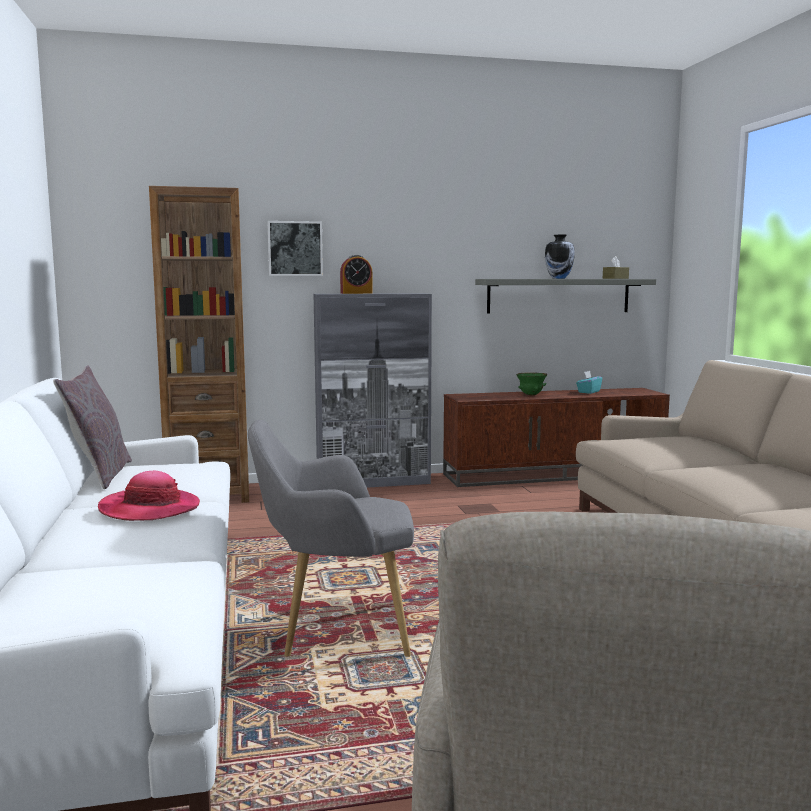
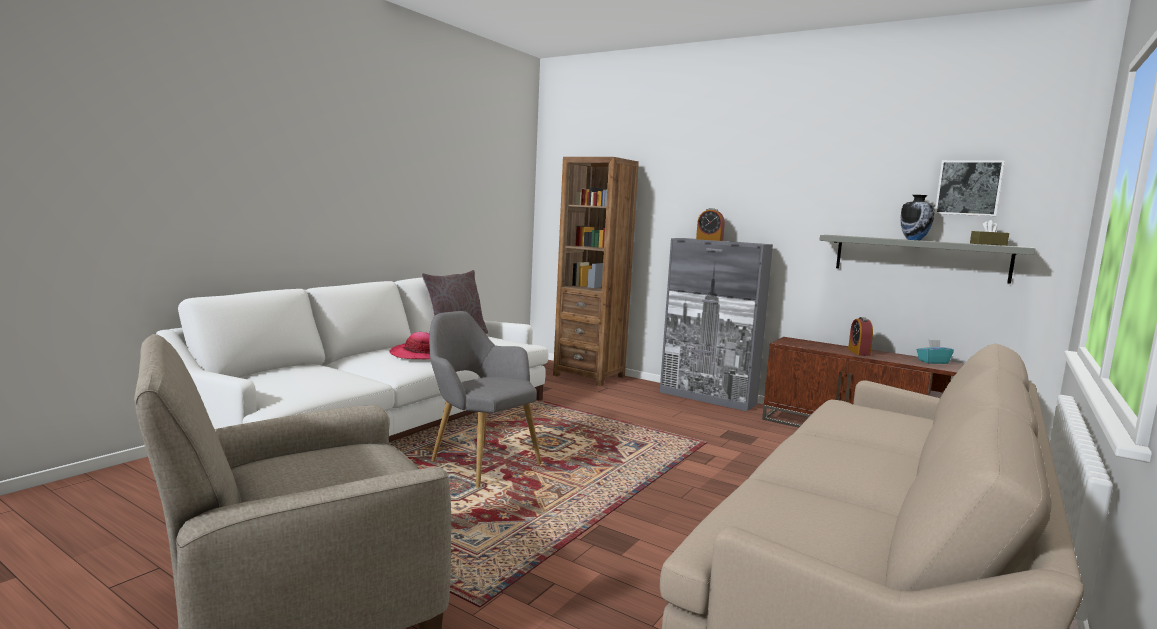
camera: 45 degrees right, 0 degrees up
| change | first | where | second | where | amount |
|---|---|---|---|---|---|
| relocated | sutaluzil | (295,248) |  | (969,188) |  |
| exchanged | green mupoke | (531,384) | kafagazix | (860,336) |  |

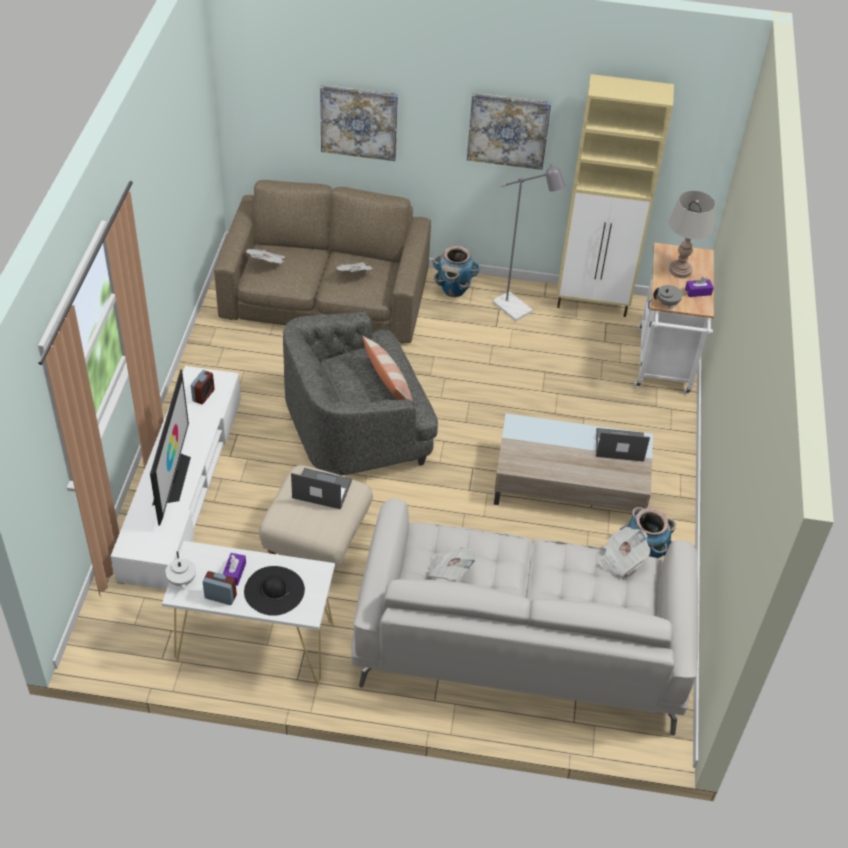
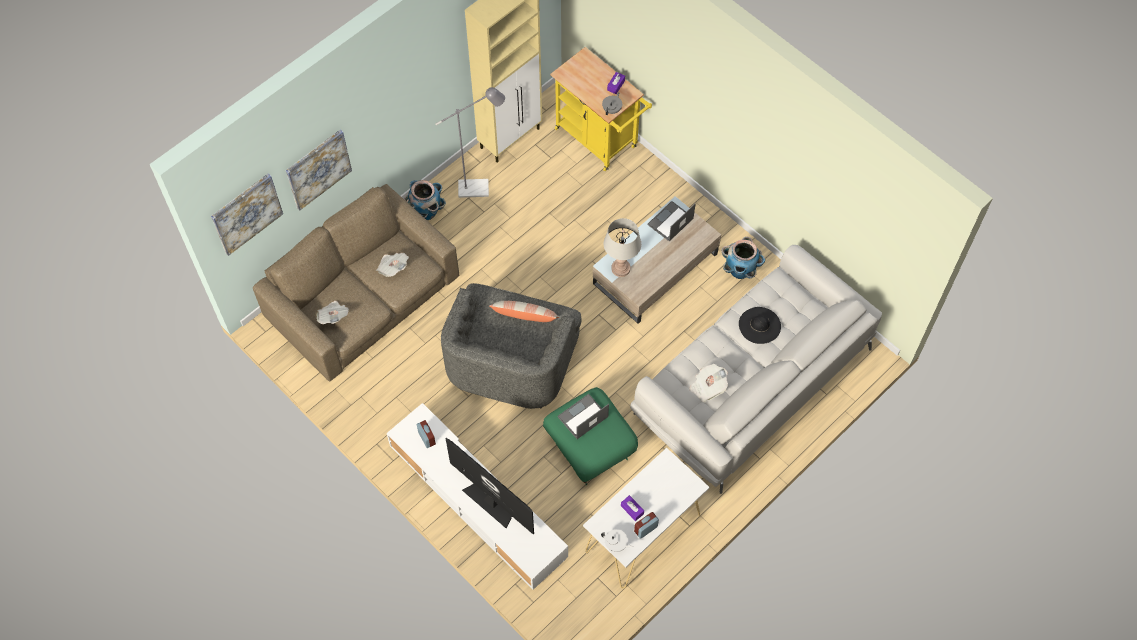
camera: 50 degrees left, 15 degrees up
| change | first | where | second | where | amount |
|---|---|---|---|---|---|
| missing | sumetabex | (624,552) |  |  |  |
| relocated | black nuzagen | (274,591) |  | (760,325) |  |
| relocated | sutaluzil | (509,131) |  | (247,214) |  |
| relocated | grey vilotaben | (692,234) |  | (622,247) |  |
| colour | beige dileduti | (316,518) | green dileduti | (590,436) |  |
| colour | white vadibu | (674,318) | yellow vadibu | (601,109) |  |

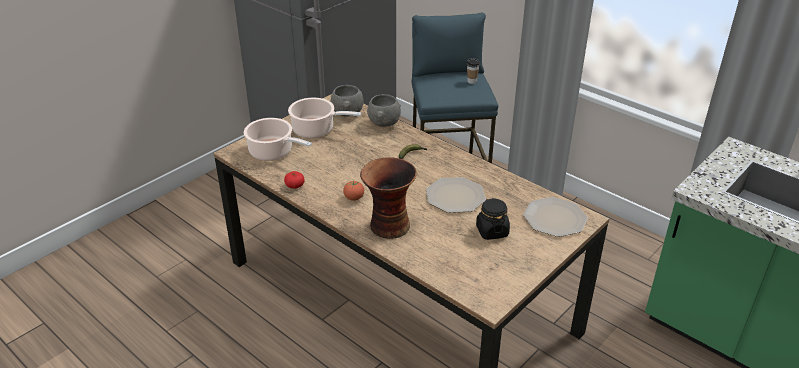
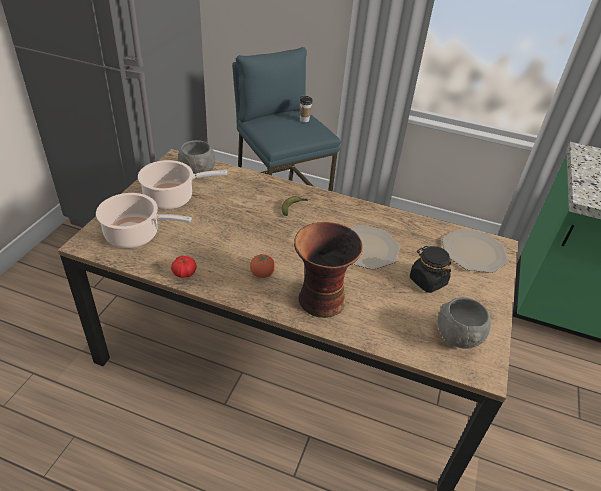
camera: 25 degrees left, 5 degrees up
| change | first | where | second | where | amount |
|---|---|---|---|---|---|
| relocated | grey mupoke | (384,110) |  | (464,323) |  |

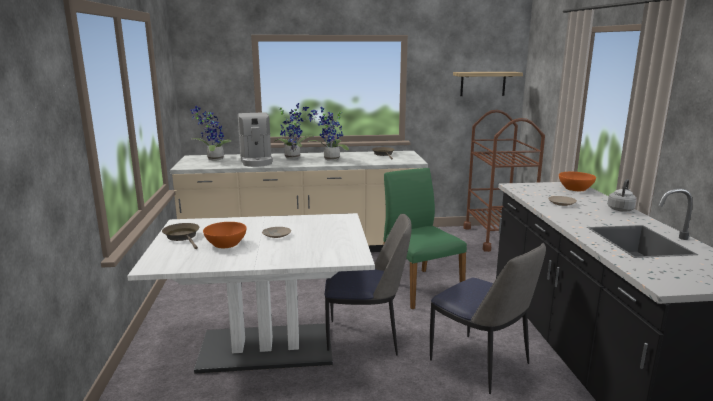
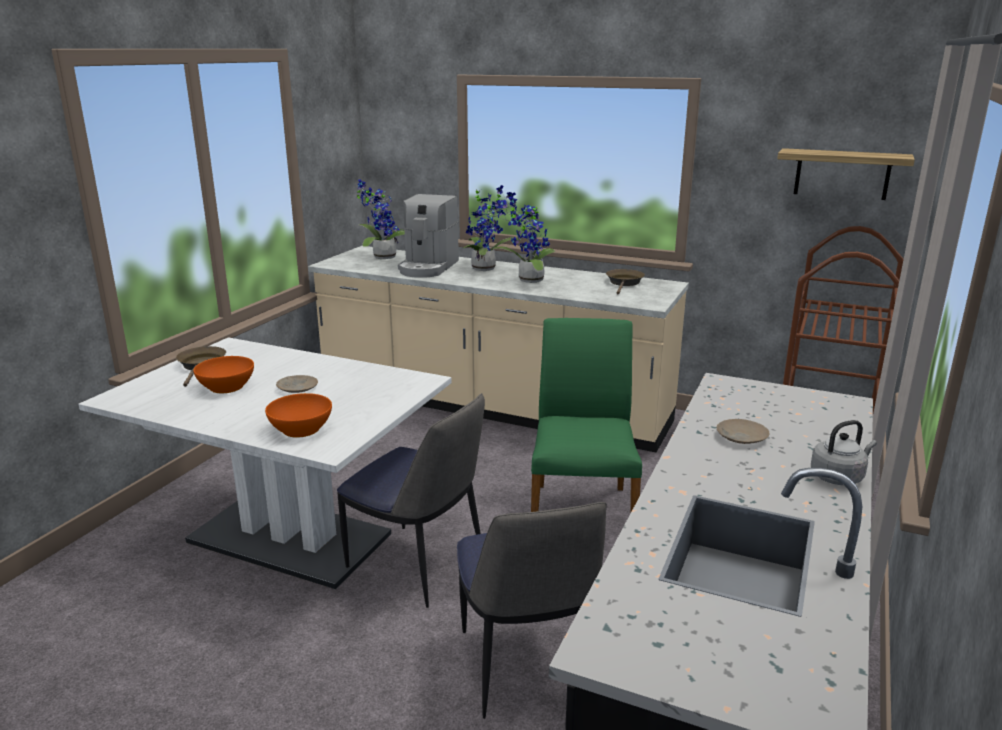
camera: 30 degrees right, 5 degrees up
| change | first | where | second | where | amount |
|---|---|---|---|---|---|
| relocated | orange mupoke | (577,181) |  | (298,415) |  |

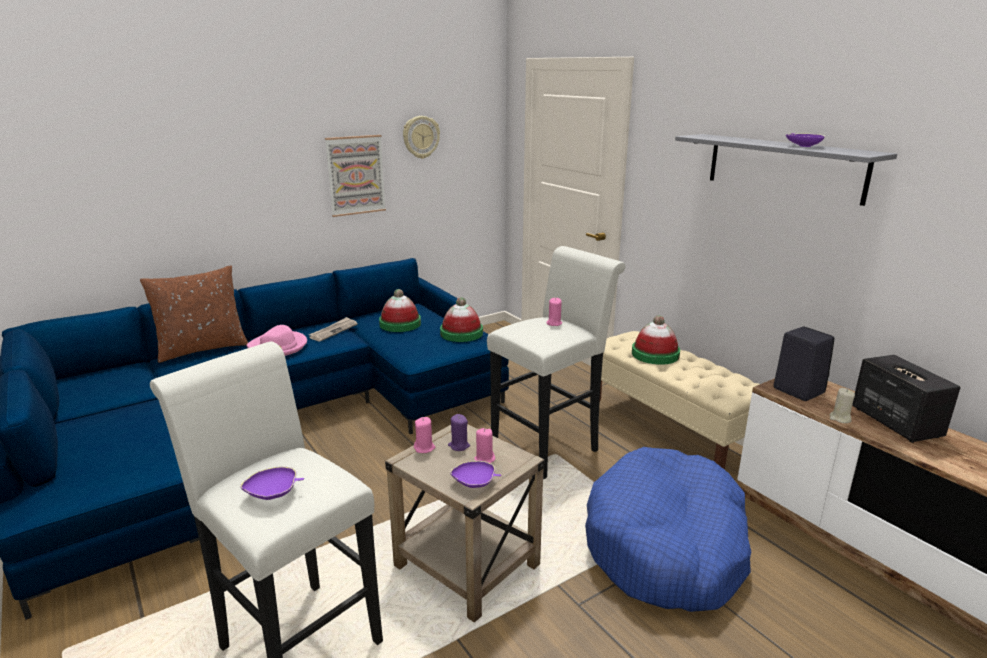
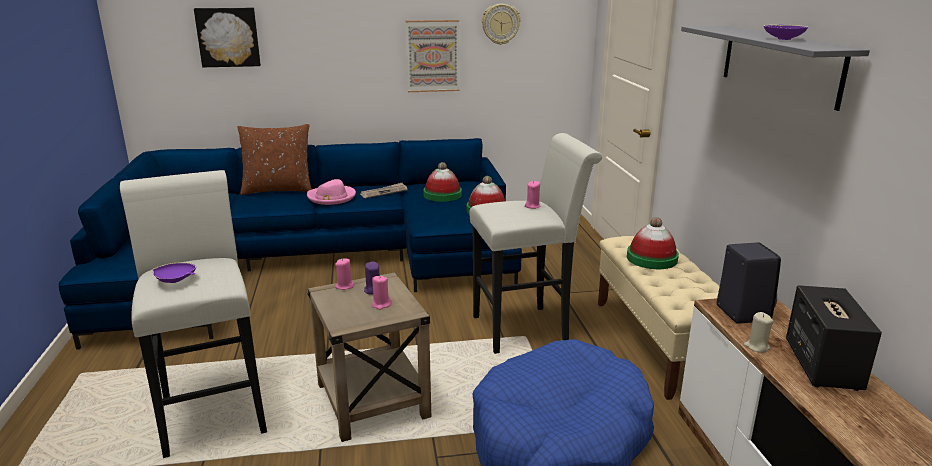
camera: 25 degrees right, 0 degrees up
| change | first | where | second | where | amount |
|---|---|---|---|---|---|
| missing | purple mupoke | (475,474) |  |  |  |
| appeared |  |  | sutaluzil | (227,37) |  |

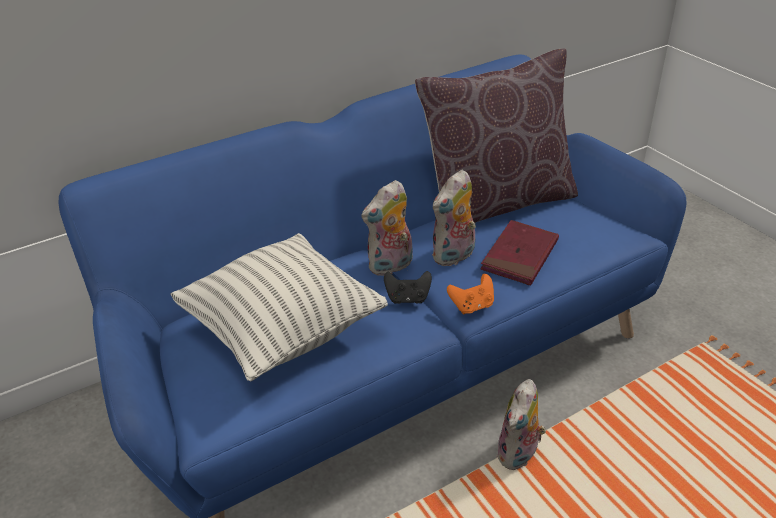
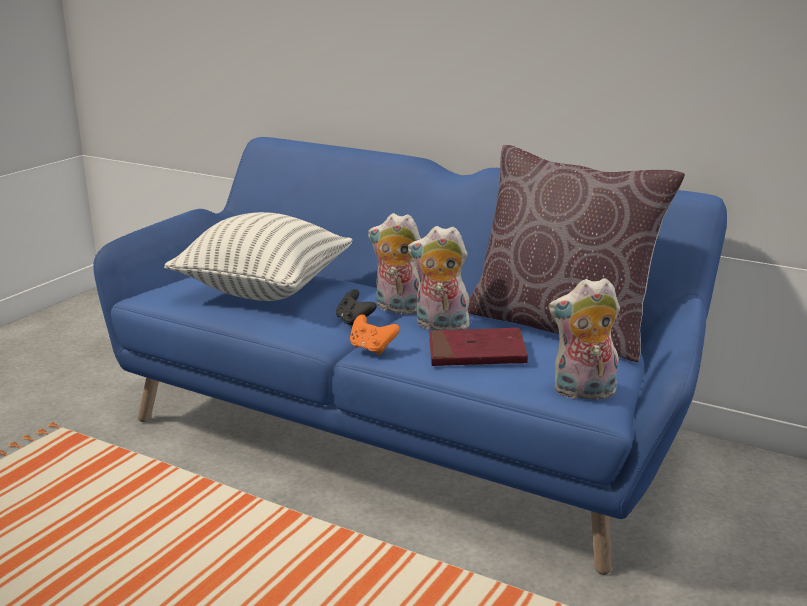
camera: 60 degrees right, 15 degrees down
| change | first | where | second | where | amount |
|---|---|---|---|---|---|
| relocated | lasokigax | (521,424) |  | (584,339) |  |

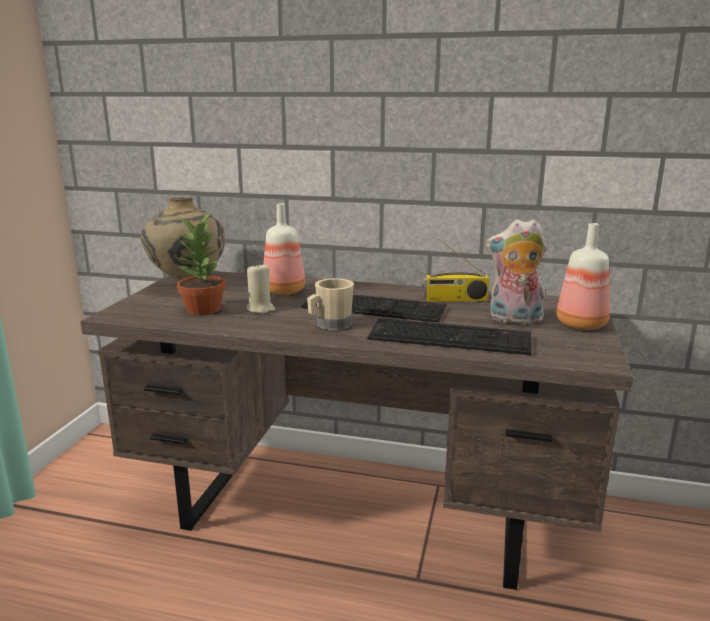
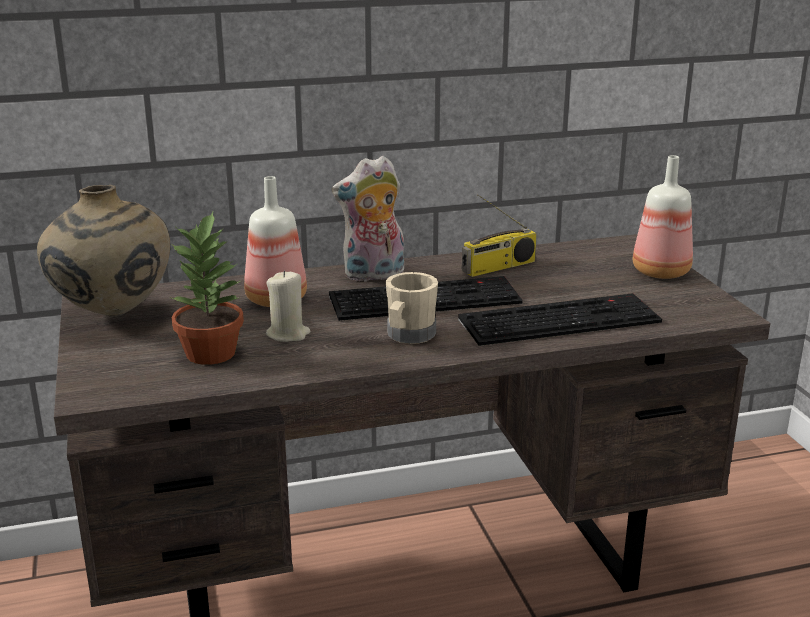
camera: 30 degrees left, 5 degrees up
| change | first | where | second | where | amount |
|---|---|---|---|---|---|
| relocated | lasokigax | (516,271) |  | (368,219) |  |

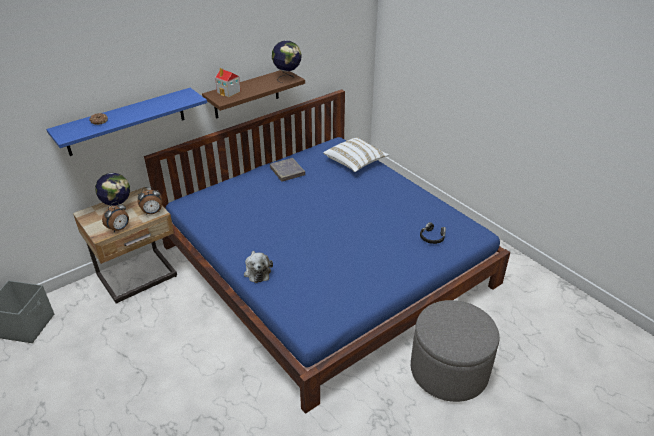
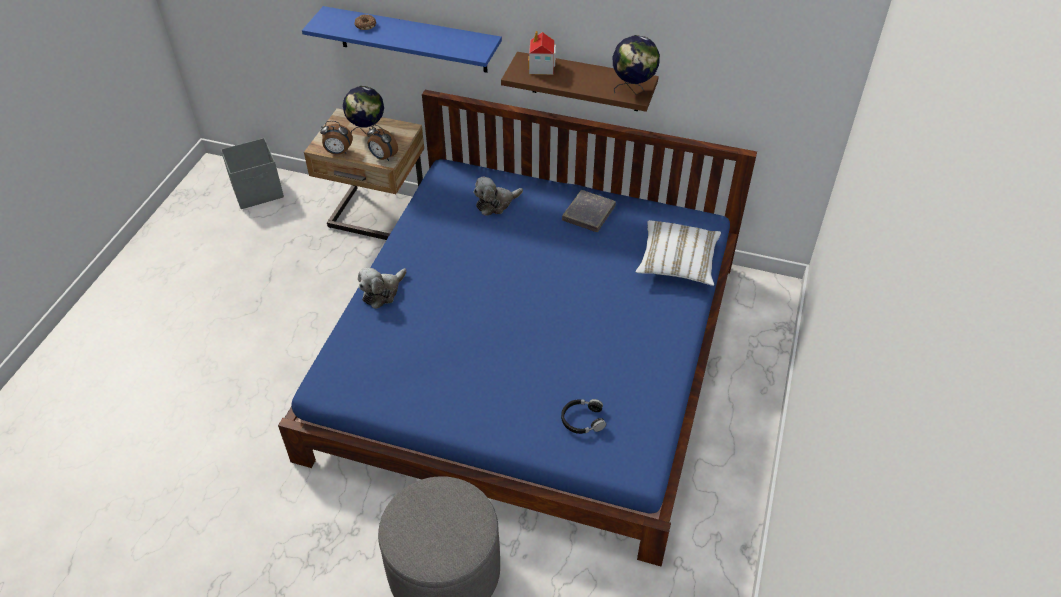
camera: 55 degrees right, 10 degrees up
| change | first | where | second | where | amount |
|---|---|---|---|---|---|
| appeared |  |  | lasokigax | (498,196) |  |

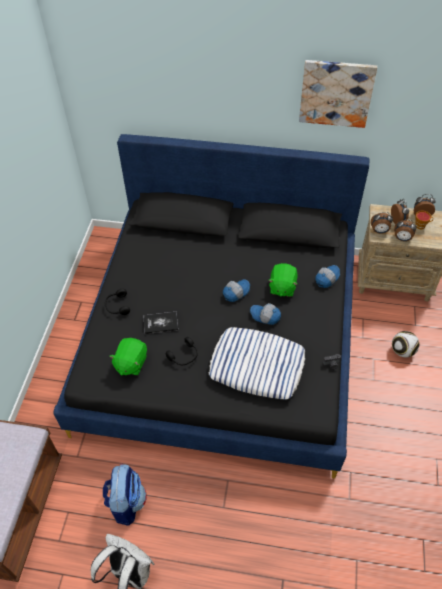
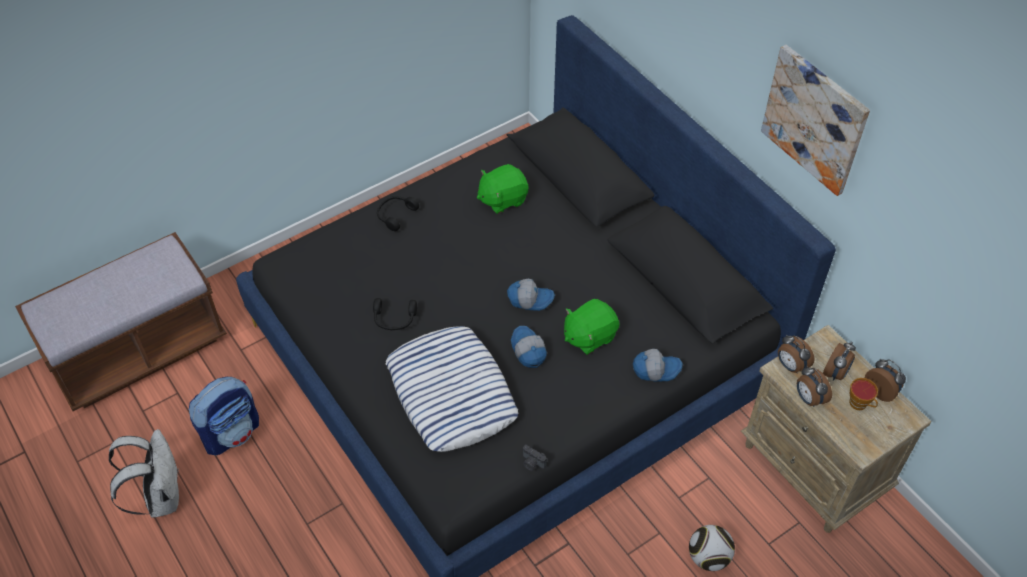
camera: 45 degrees right, 0 degrees up
| change | first | where | second | where | amount |
|---|---|---|---|---|---|
| missing | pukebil | (160,323) |  |  |  |
| relocated | green lasokigax | (128,357) |  | (502,189) |  |

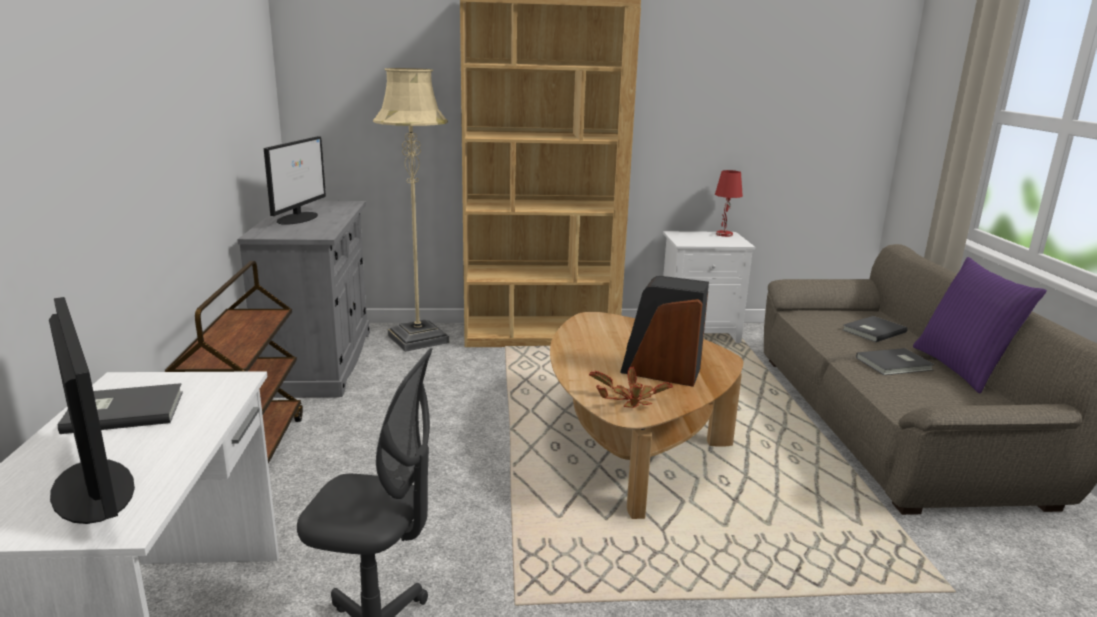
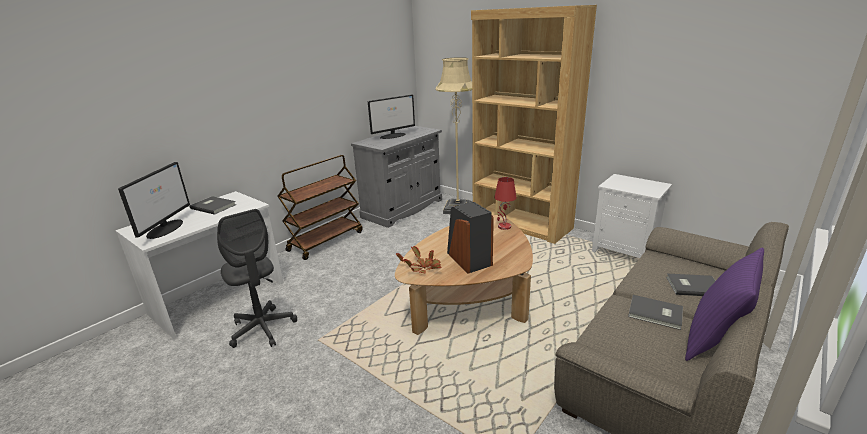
camera: 45 degrees right, 5 degrees up
| change | first | where | second | where | amount |
|---|---|---|---|---|---|
| relocated | red vilotaben | (729,203) |  | (505,203) |  |

